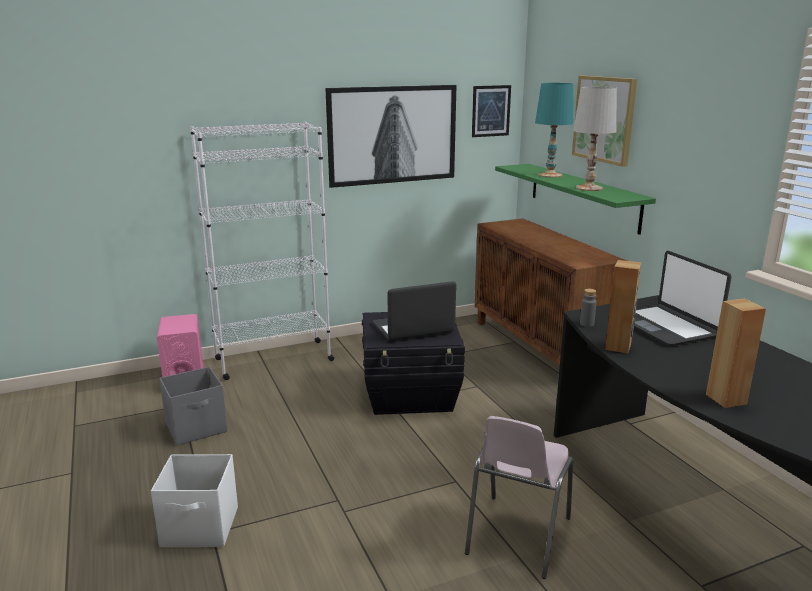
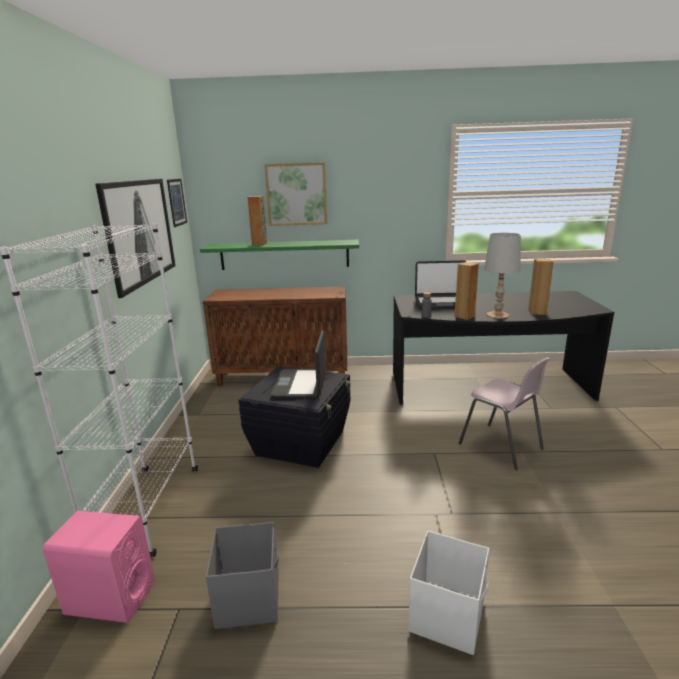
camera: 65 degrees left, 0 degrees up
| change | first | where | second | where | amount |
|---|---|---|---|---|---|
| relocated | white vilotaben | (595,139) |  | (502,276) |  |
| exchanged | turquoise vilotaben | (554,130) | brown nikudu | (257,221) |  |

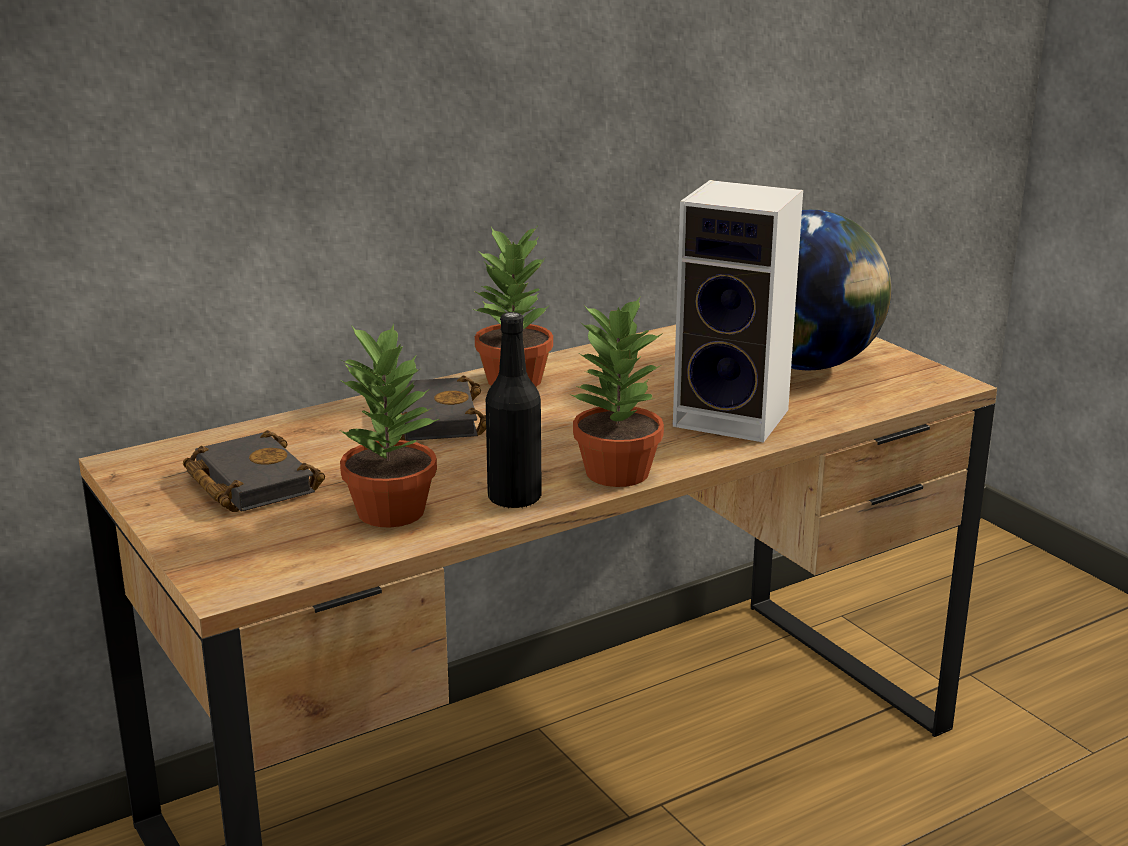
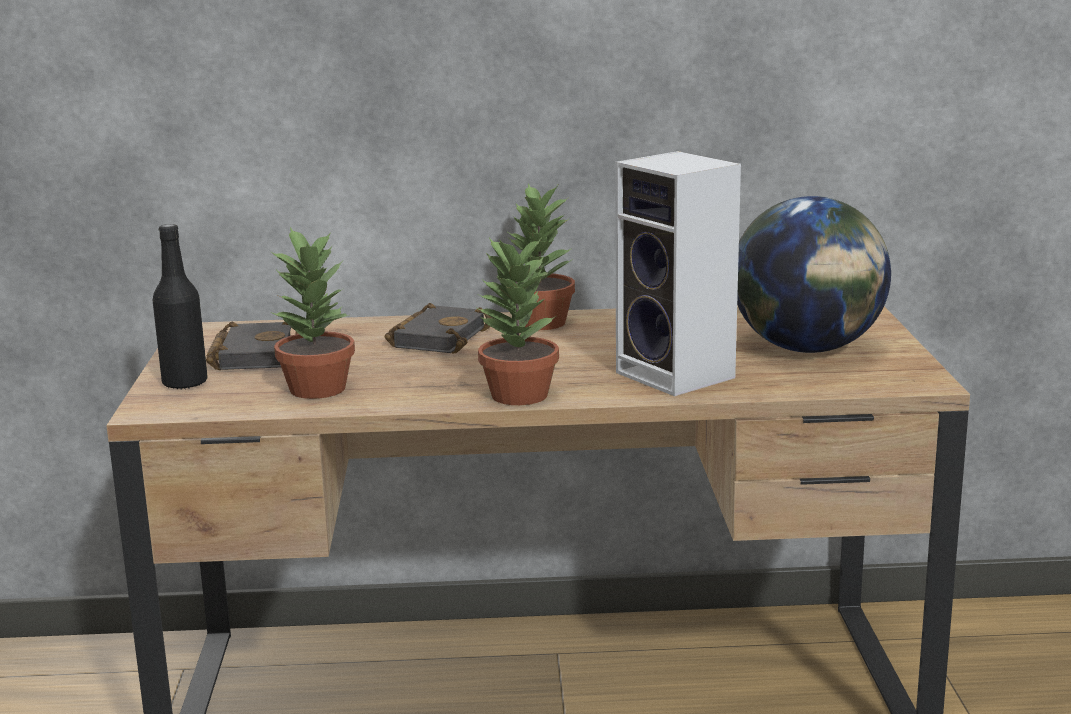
camera: 30 degrees right, 5 degrees down
| change | first | where | second | where | amount |
|---|---|---|---|---|---|
| relocated | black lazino | (514,410) |  | (180,307) |  |

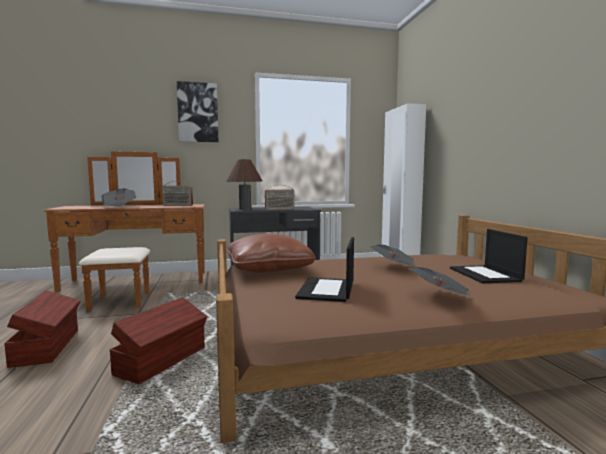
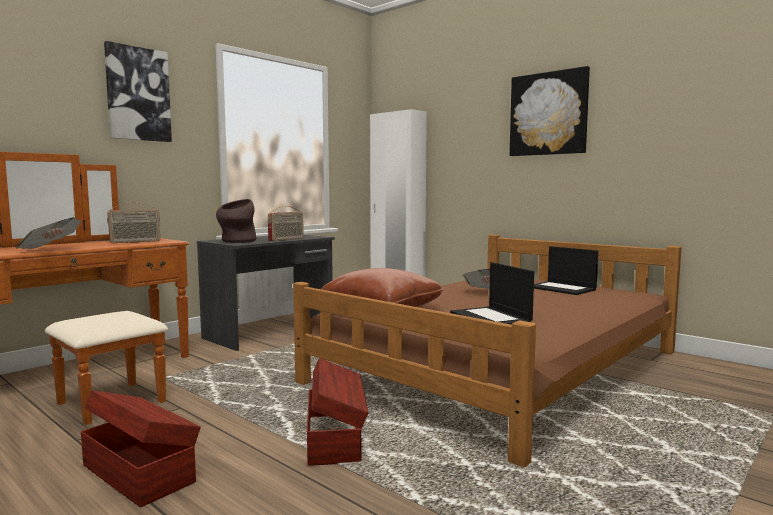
camera: 35 degrees left, 0 degrees up
| change | first | where | second | where | amount |
|---|---|---|---|---|---|
| missing | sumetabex | (439,281) |  |  |  |
| appeared |  |  | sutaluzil | (549,111) |  |
| exchanged | brown vilotaben | (244,184) | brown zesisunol | (236,221) |  |

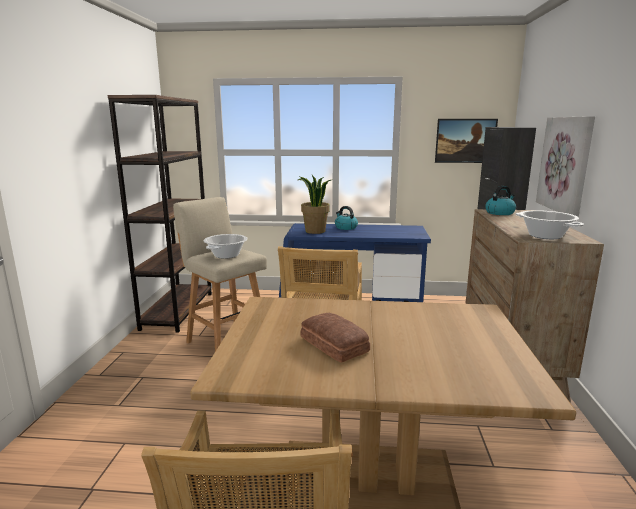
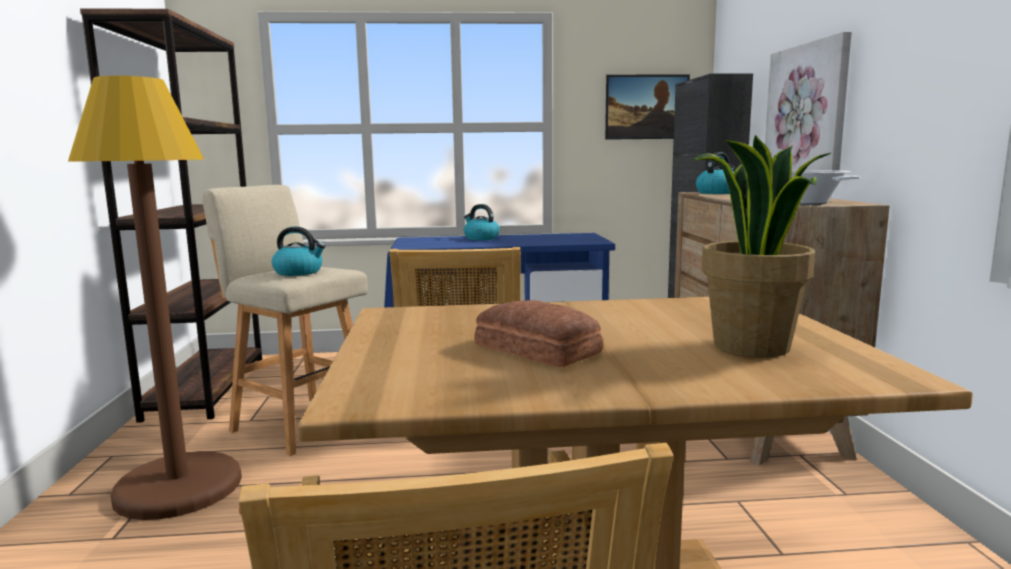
camera: 10 degrees left, 5 degrees down
| change | first | where | second | where | amount |
|---|---|---|---|---|---|
| appeared |  |  | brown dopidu | (155,298) |  |
| relocated | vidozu | (314,204) |  | (762,246) |  |
| exchanged | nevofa | (225,246) | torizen | (299,251) |  |

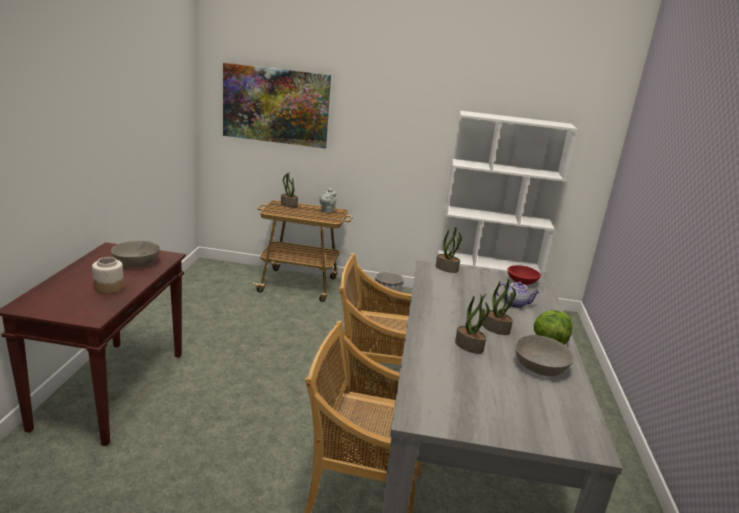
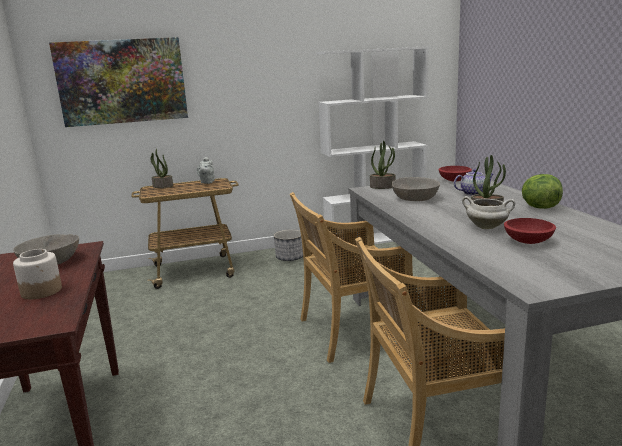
camera: 20 degrees left, 5 degrees down
| change | first | where | second | where | amount |
|---|---|---|---|---|---|
| appeared |  |  | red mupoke | (530,231) |  |
| relocated | grey mupoke | (544,355) |  | (416,189) |  |
| exchanged | vidozu | (472,324) | white nevofa | (488,212) |  |

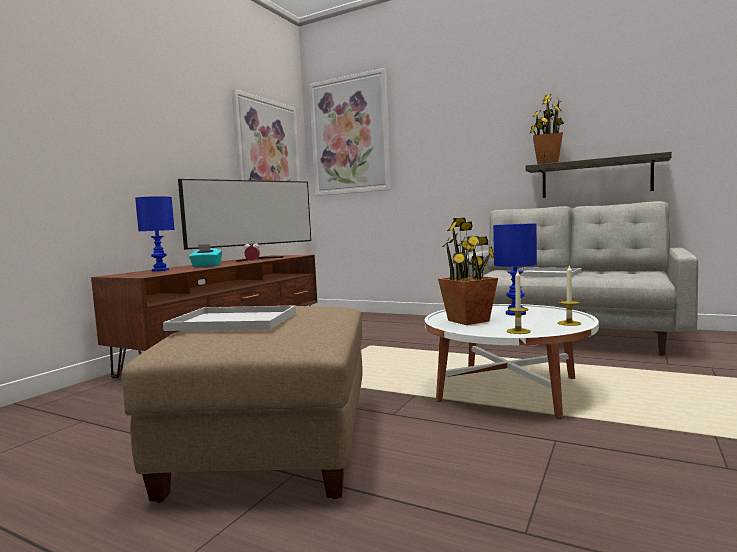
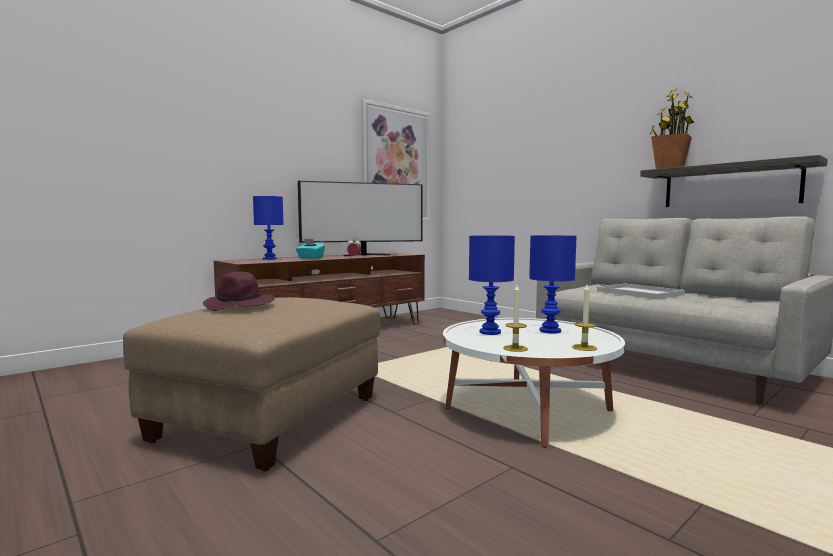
camera: 20 degrees right, 0 degrees up
| change | first | where | second | where | amount |
|---|---|---|---|---|---|
| missing | sutaluzil | (350,132) |  |  |  |
| exchanged | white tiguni | (229,318) | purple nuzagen | (239,291) |  |
| exchanged | vidozu | (468,271) | blue vilotaben | (492,285) |  |

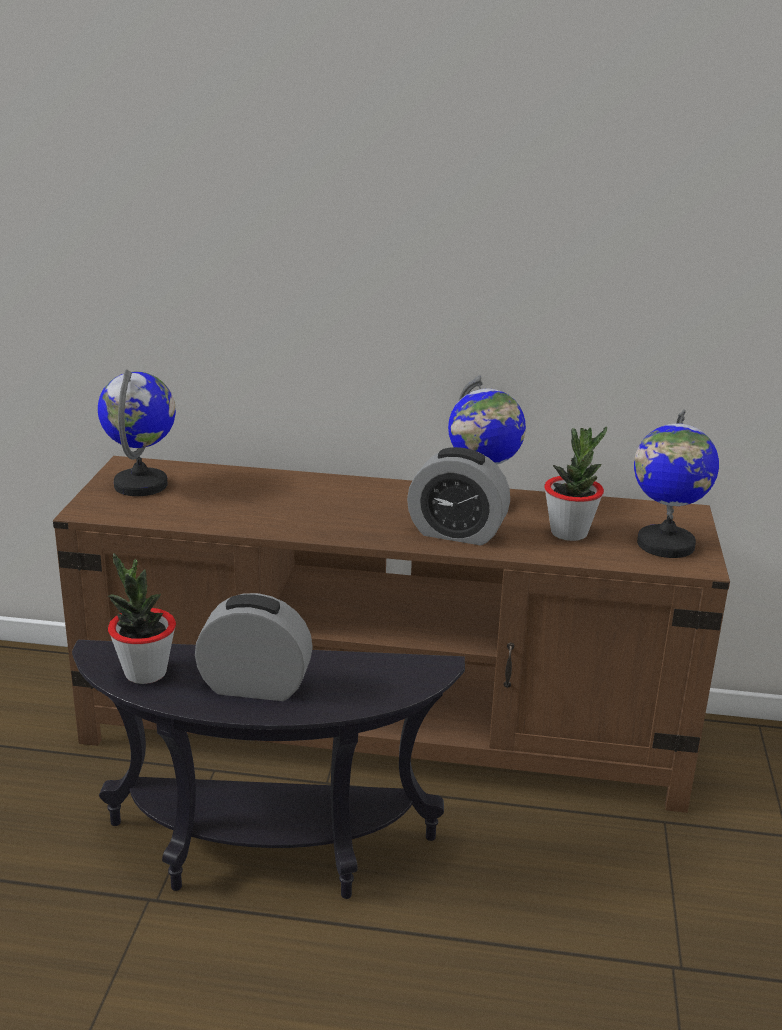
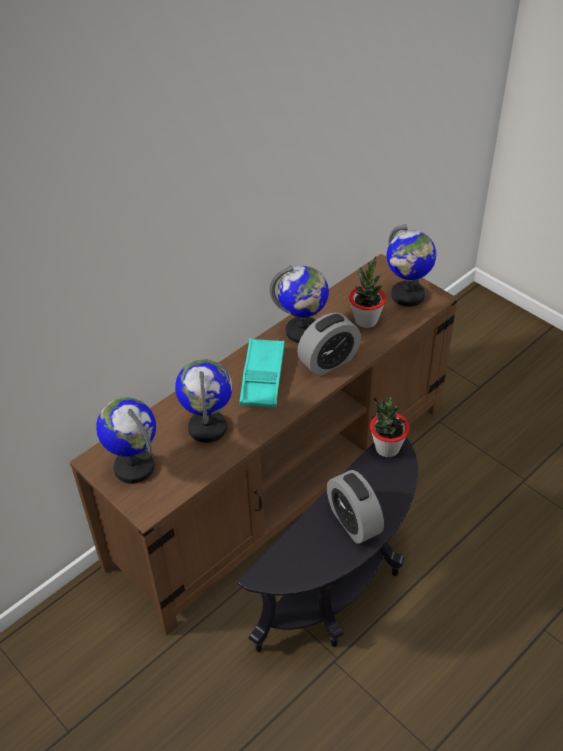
camera: 50 degrees left, 20 degrees up
| change | first | where | second | where | amount |
|---|---|---|---|---|---|
| appeared |  |  | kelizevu | (203,401) |  |
| appeared |  |  | turquoise tiguni | (261,373) |  |
| relocated | vidozu | (142,618) |  | (390,427) |  |
| spun | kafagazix | (254,647) |  | (355,506) | 75 degrees counterclockwise |

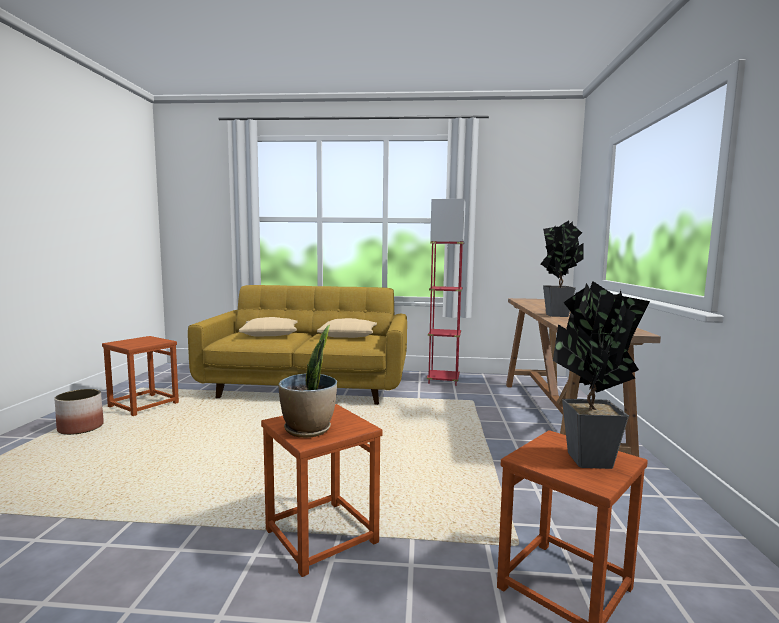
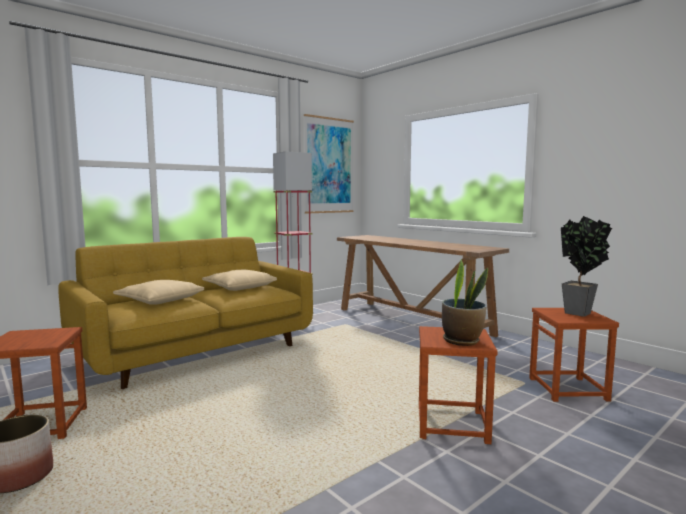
camera: 45 degrees left, 0 degrees up
| change | first | where | second | where | amount |
|---|---|---|---|---|---|
| missing | vidozu | (562,268) |  |  |  |
| appeared |  |  | sutaluzil | (329,164) |  |

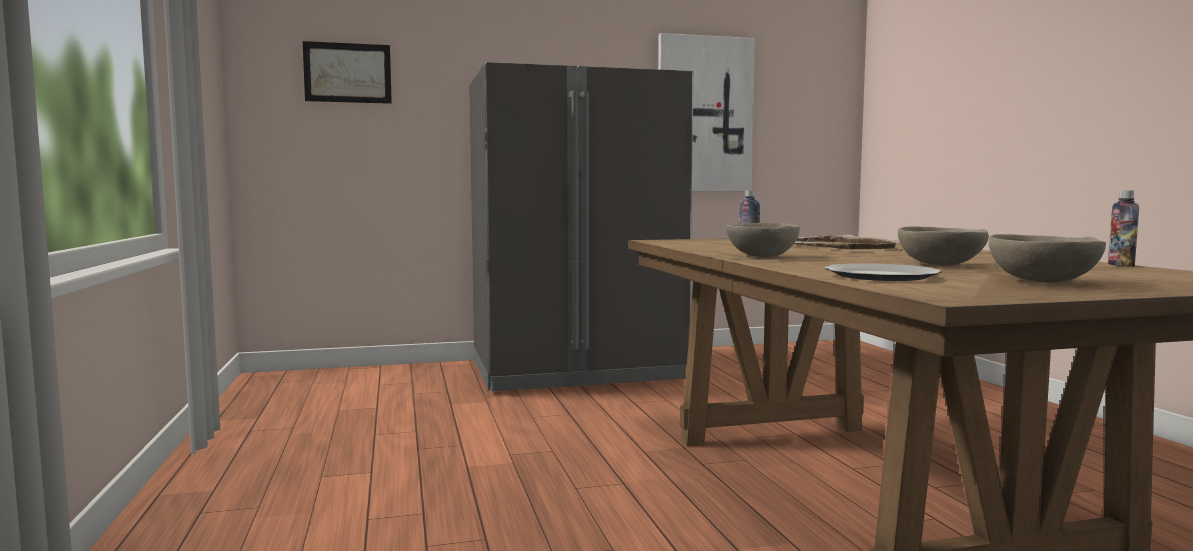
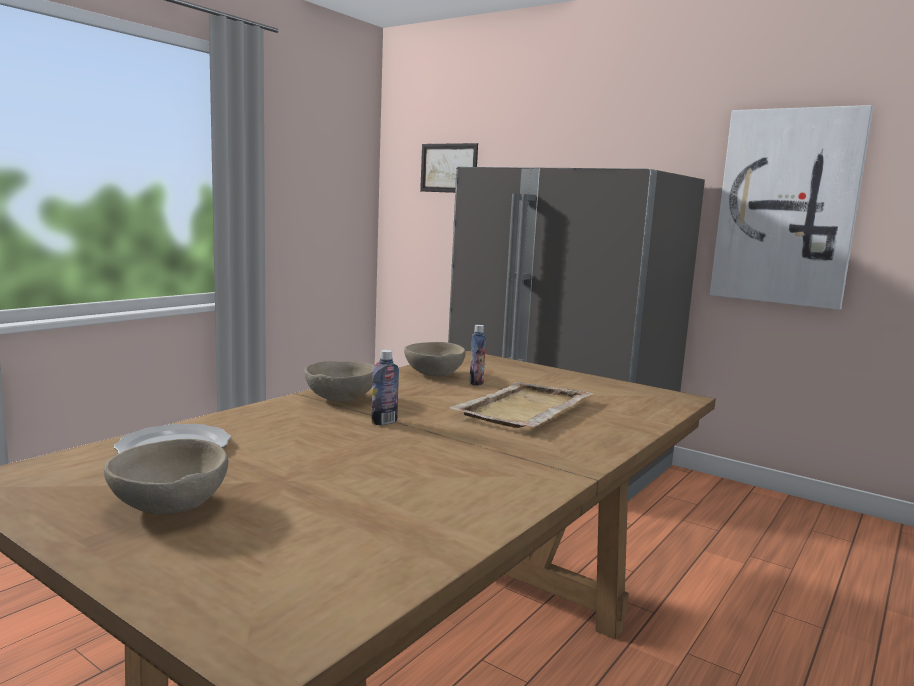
camera: 50 degrees right, 5 degrees up
| change | first | where | second | where | amount |
|---|---|---|---|---|---|
| relocated | beige mupoke | (943,246) |  | (435,359) |  |
| relocated | lazino | (1123,228) |  | (385,387) |  |

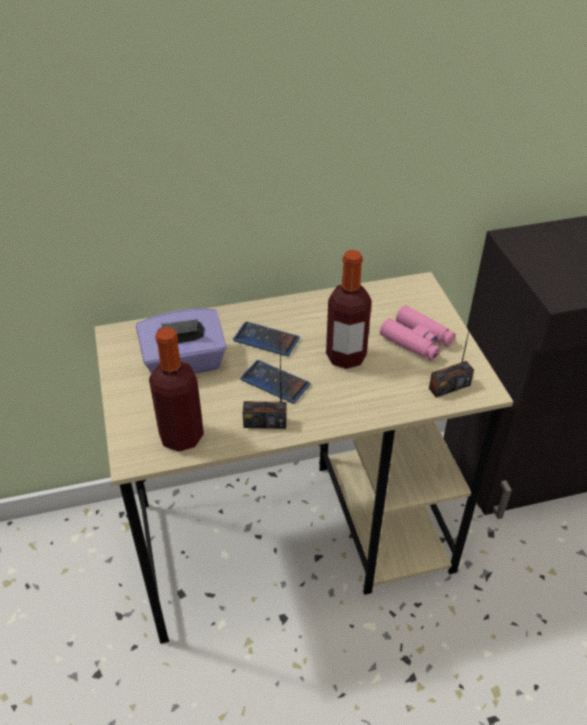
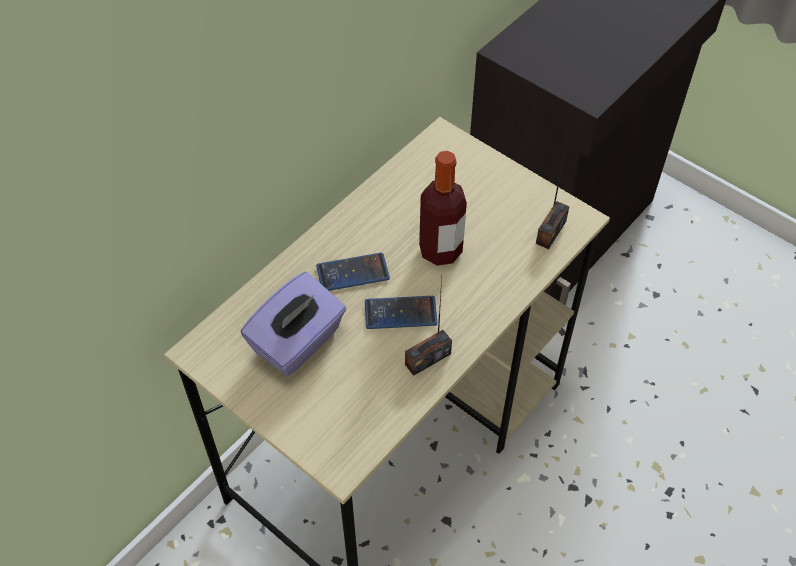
camera: 35 degrees left, 10 degrees up
| change | first | where | second | where | amount |
|---|---|---|---|---|---|
| missing | lazino | (176,389) |  |  |  |
| missing | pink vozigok | (418,333) |  |  |  |

